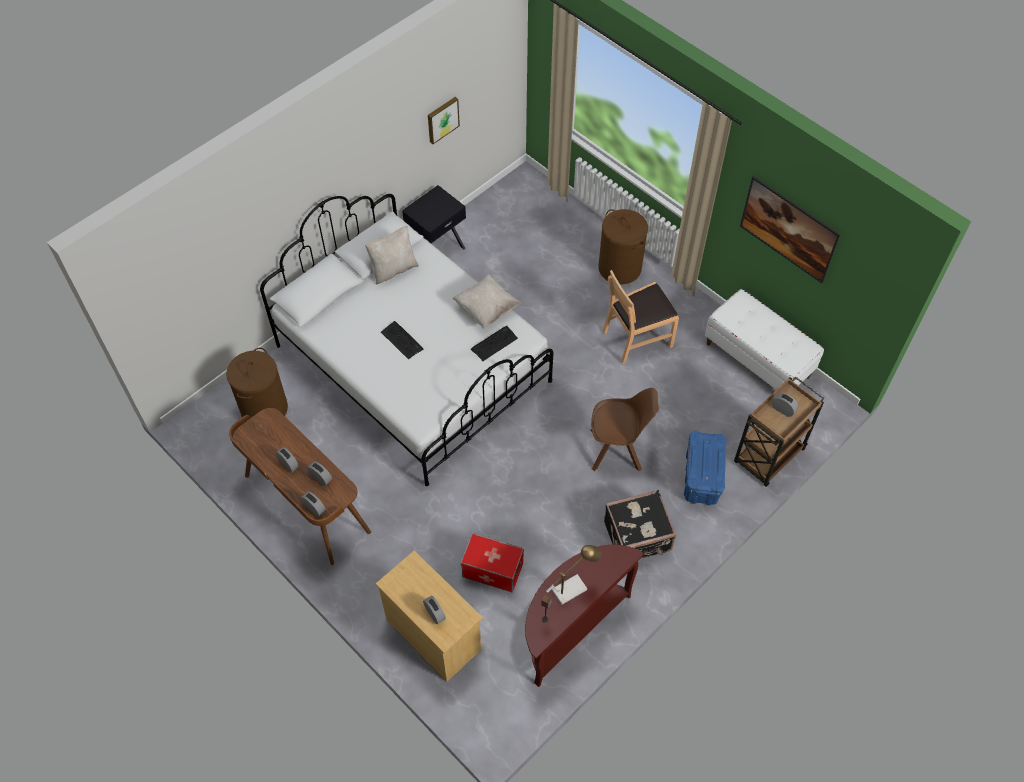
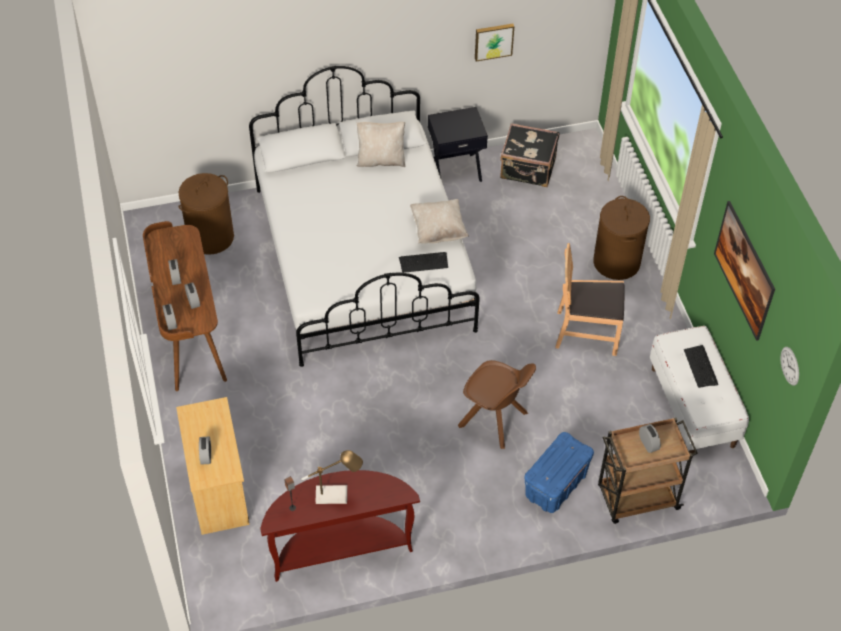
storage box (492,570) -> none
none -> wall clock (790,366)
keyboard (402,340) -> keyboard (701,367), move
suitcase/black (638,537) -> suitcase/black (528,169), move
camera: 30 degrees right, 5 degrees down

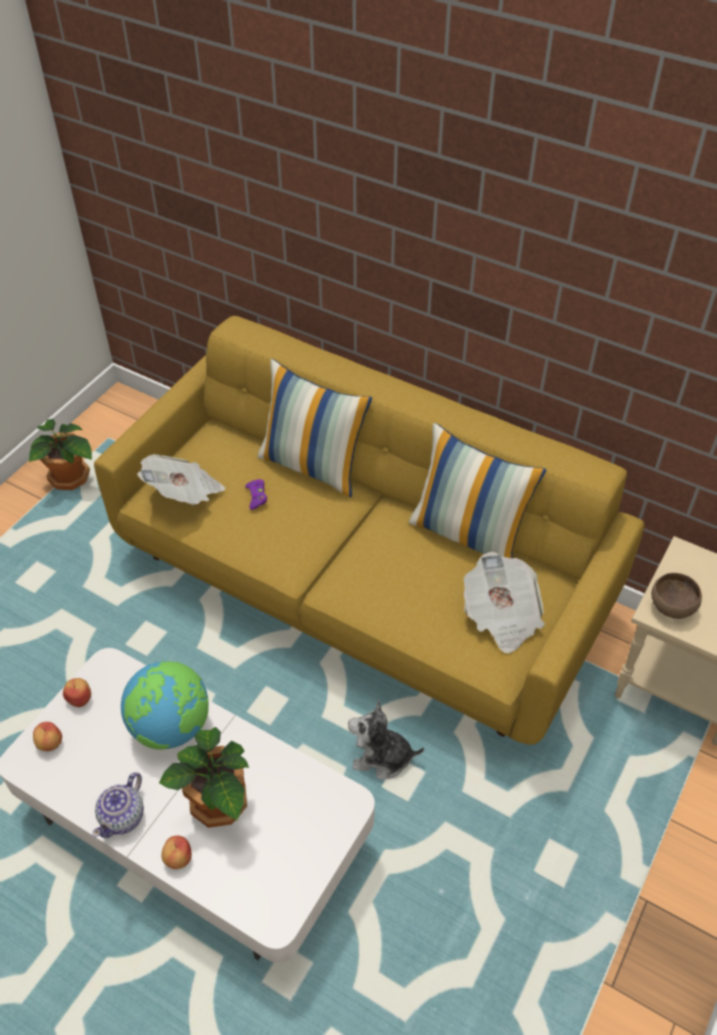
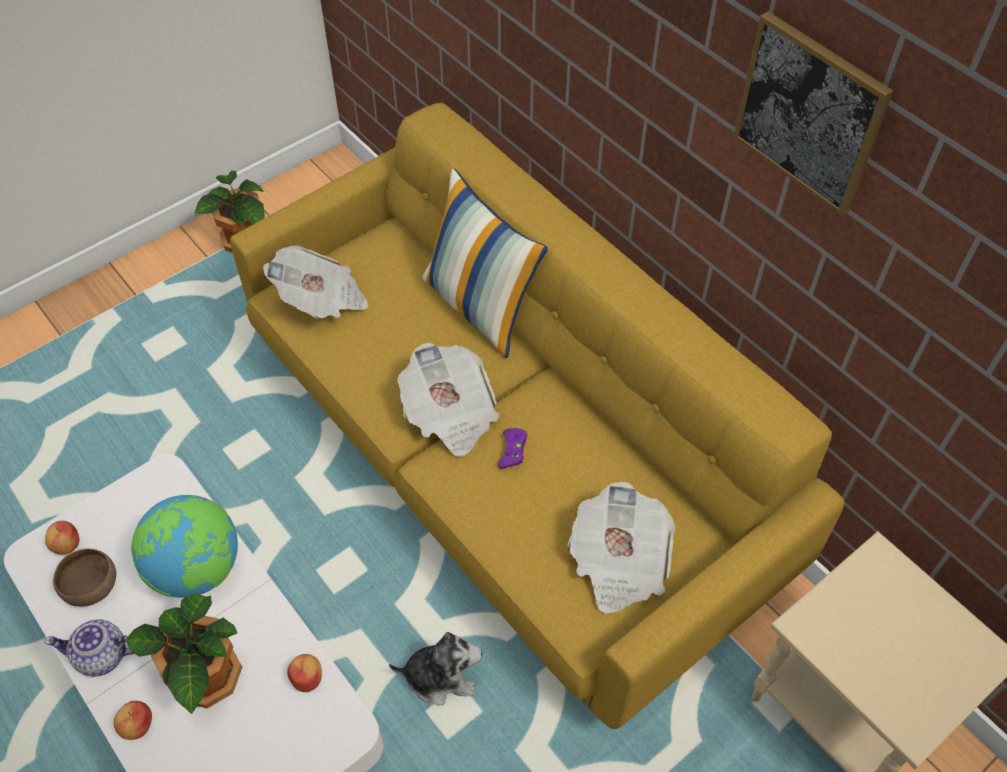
pillow (468,534) -> none
none -> newspaper (450,414)
none -> picture (809,113)
apple (80,698) -> apple (307,678), move
game controller/purple (257,496) -> game controller/purple (513,451), move
bowl/brown (671,605) -> bowl/brown (92,586), move
teapot (123,816) -> teapot (103,656), 45 degrees clockwise
plush toy (382,757) -> plush toy (441,676), 150 degrees clockwise
camera: 20 degrees right, 5 degrees up

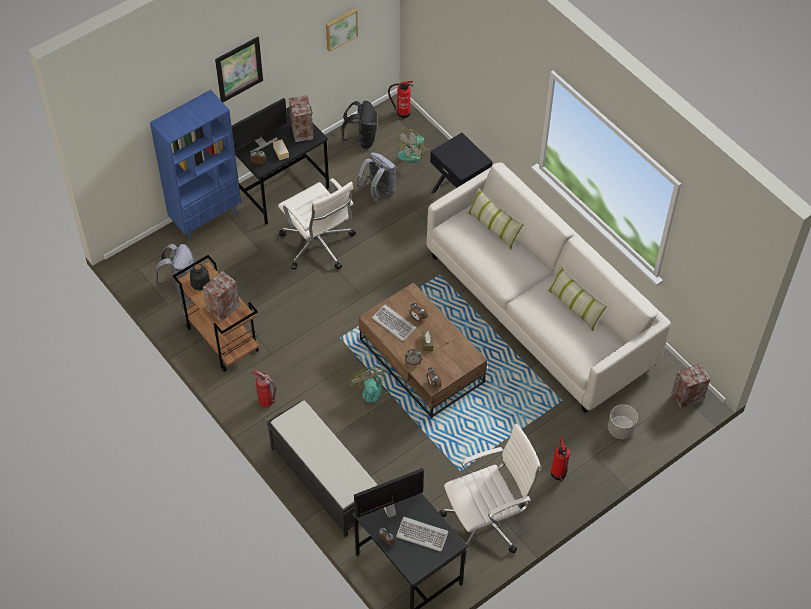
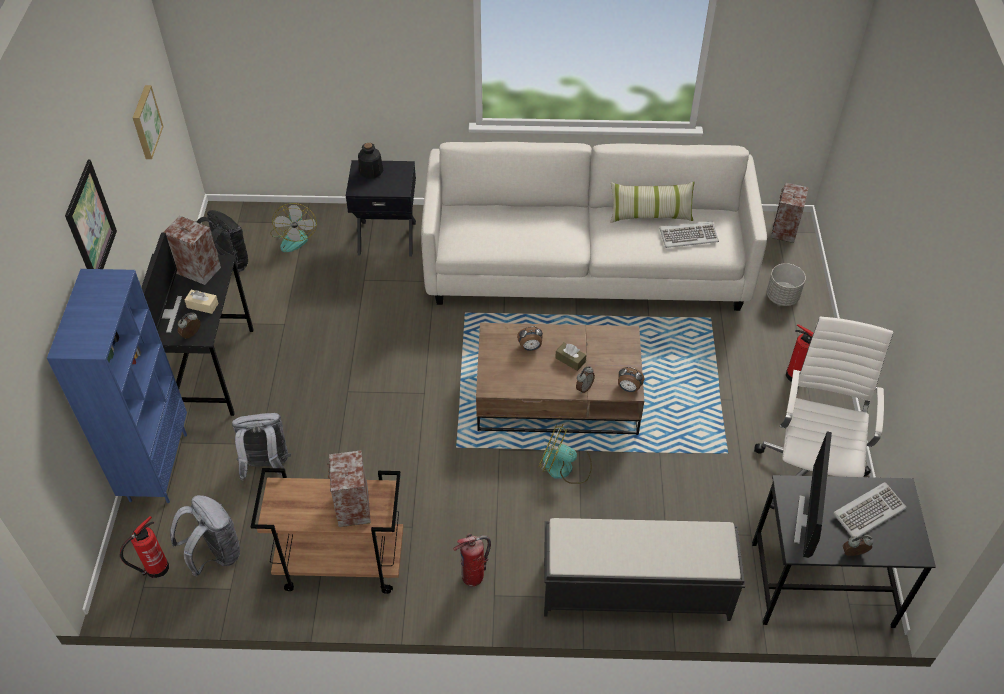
office chair/white (318,246) -> none
pillow (493,227) -> none
bottle (200,283) -> bottle (371,171), move
backpack/grey (378,192) -> backpack/grey (266,466), move
keyboard (394,323) -> keyboard (688,236), move
fire extinguisher (402,113) -> fire extinguisher (155,569), move
camera: 50 degrees left, 5 degrees down

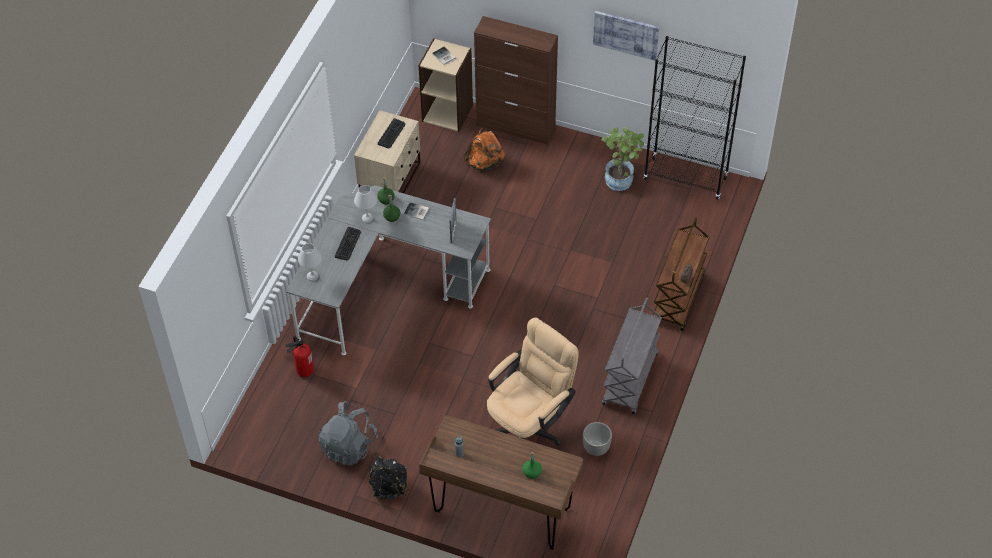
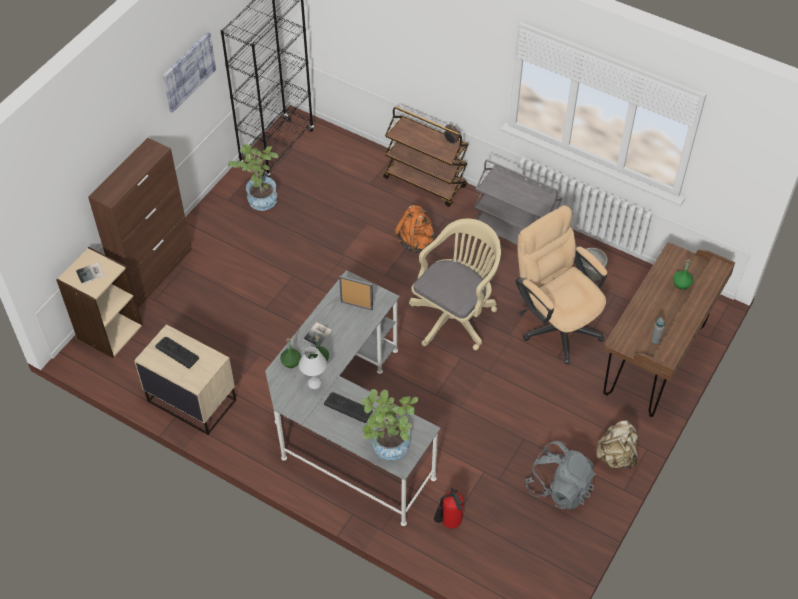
none -> office chair/beige (455,315)
backpack/orange (485,163) -> backpack/orange (415,241), move
table lamp/white (312,276) -> potted plant (388,449)
backpack/black (388,487) -> backpack/beige (616,456)
camera: 80 degrees left, 0 degrees up

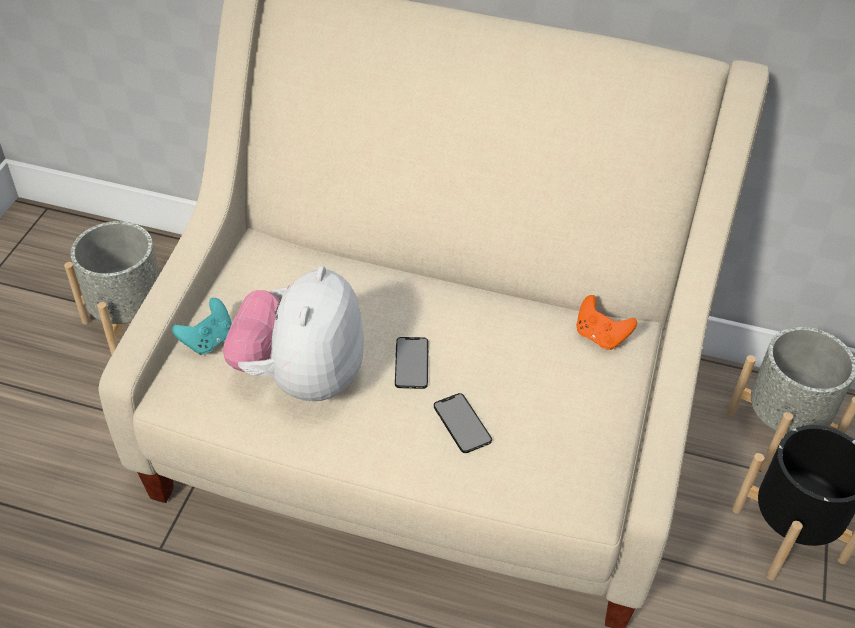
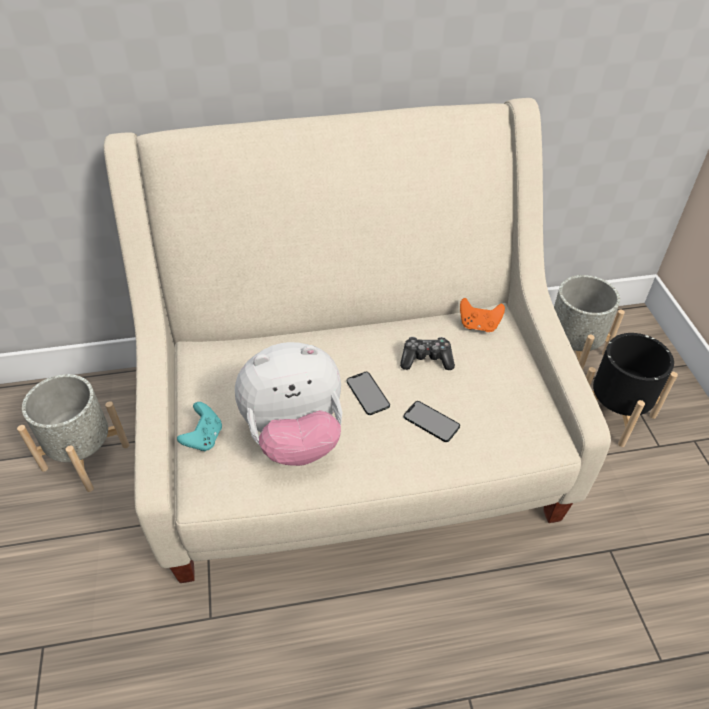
none -> game controller (426,359)
plush toy (301,377) -> plush toy (295,436), 90 degrees counterclockwise
camera: 25 degrees left, 0 degrees up

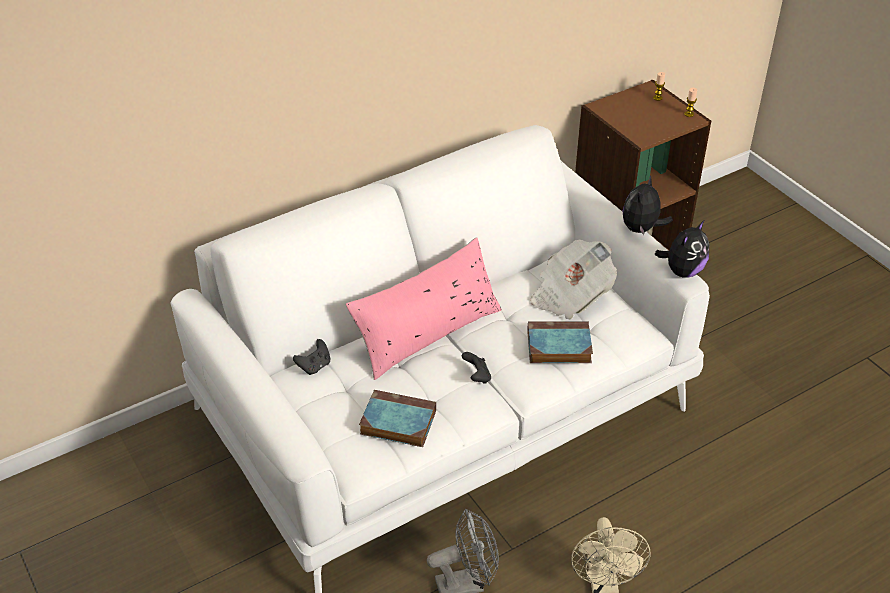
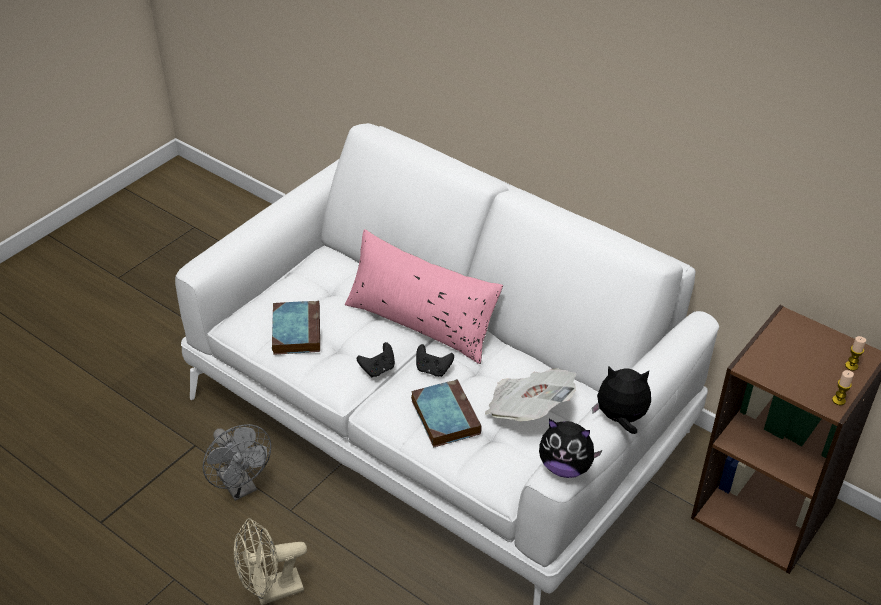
game controller/black (314,366) -> game controller/black (433,370), move
camera: 70 degrees right, 0 degrees up

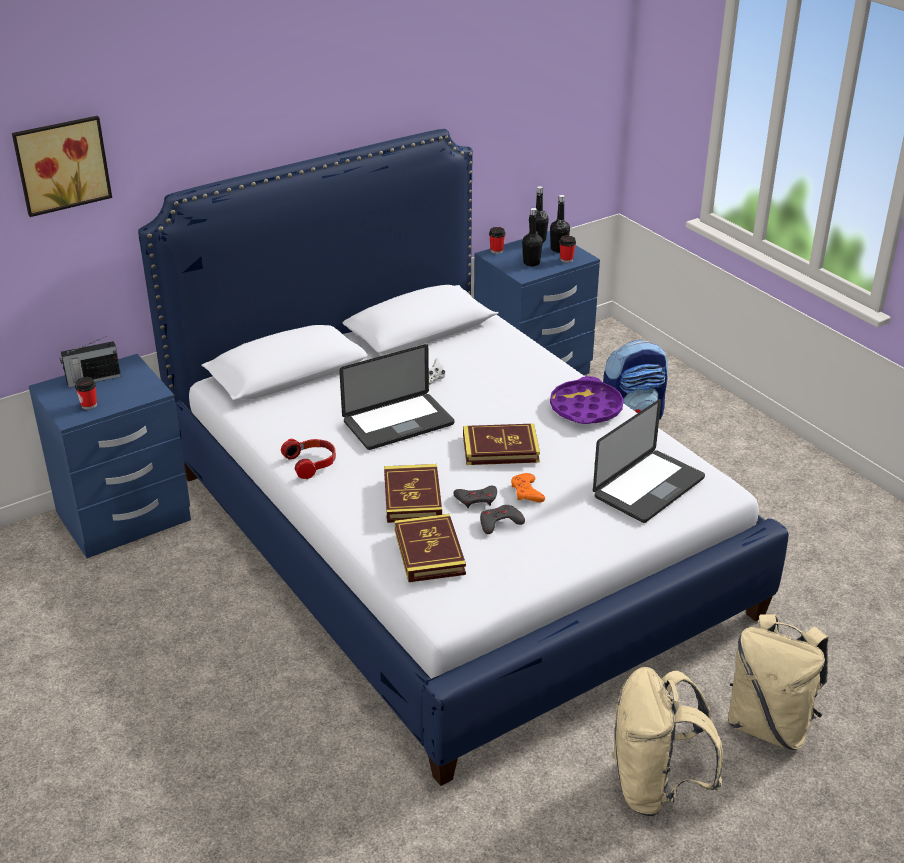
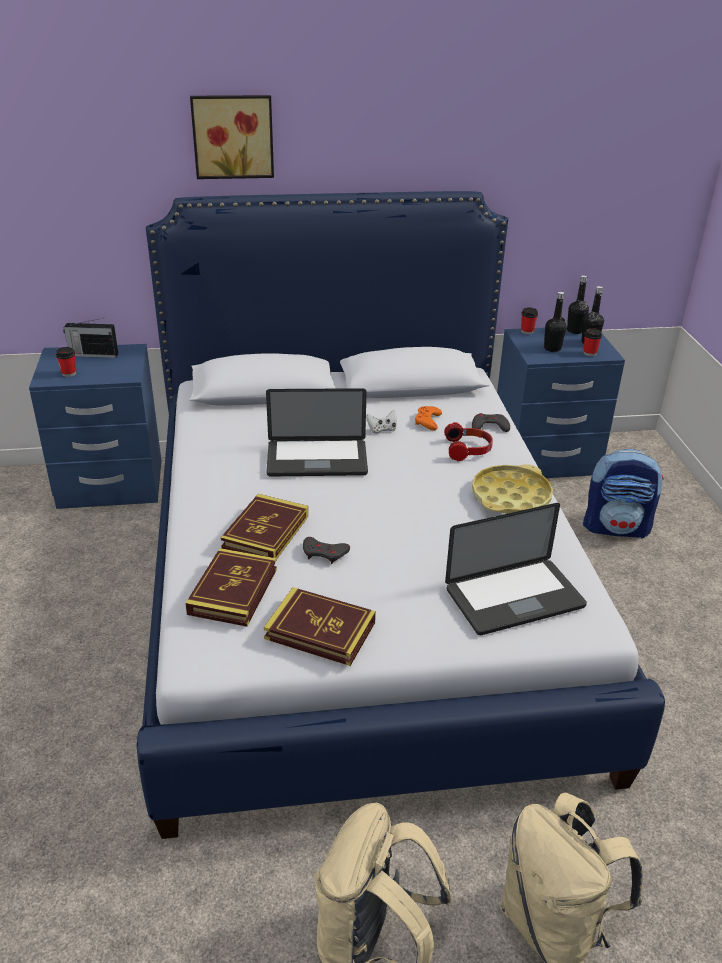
picture (61,164) -> picture (233,136), move
headphones (312,463) -> headphones (468,449), move
book (500,449) -> book (320,630), move
game controller/grey (500,522) -> game controller/grey (489,426), move
game controller/orange (527,492) -> game controller/orange (427,421), move
tray/purple (586,408) -> tray/yellow (511,496)
camera: 25 degrees right, 0 degrees up

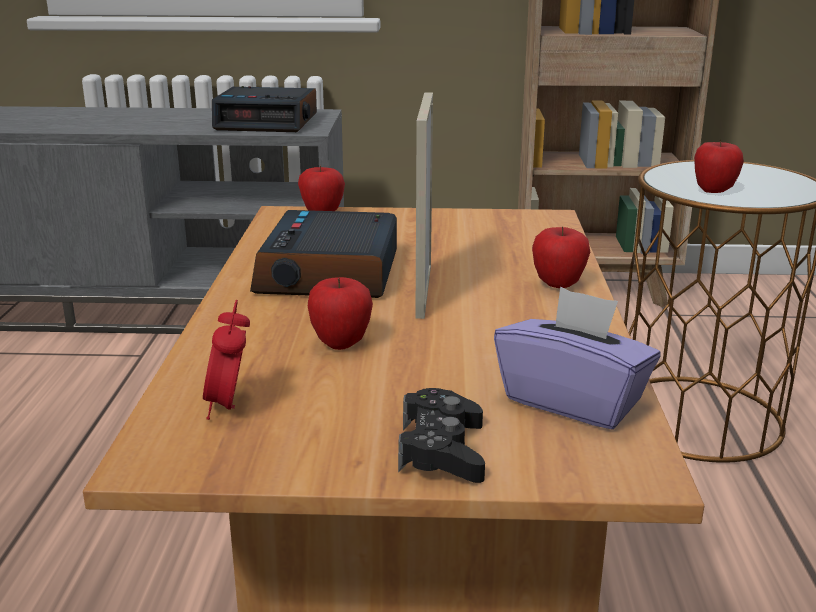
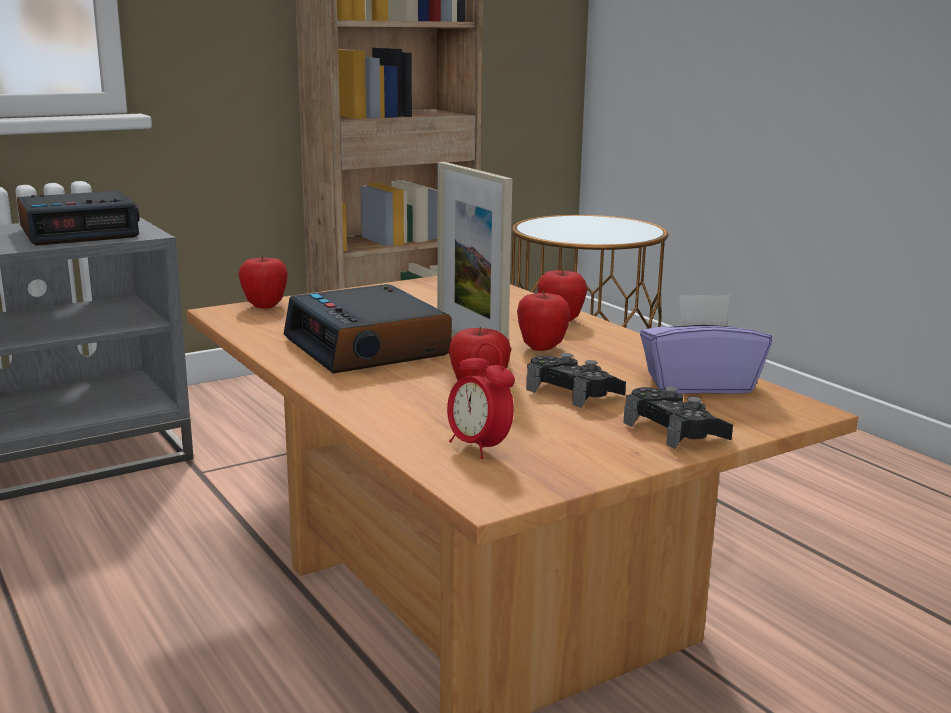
none -> game controller/black (573,392)
apple (714,191) -> apple (542,348), move
camera: 35 degrees left, 5 degrees down

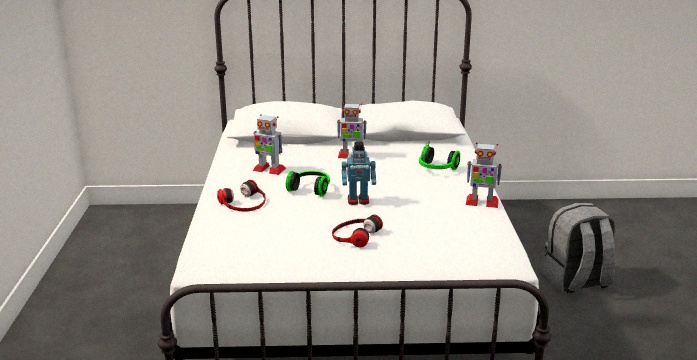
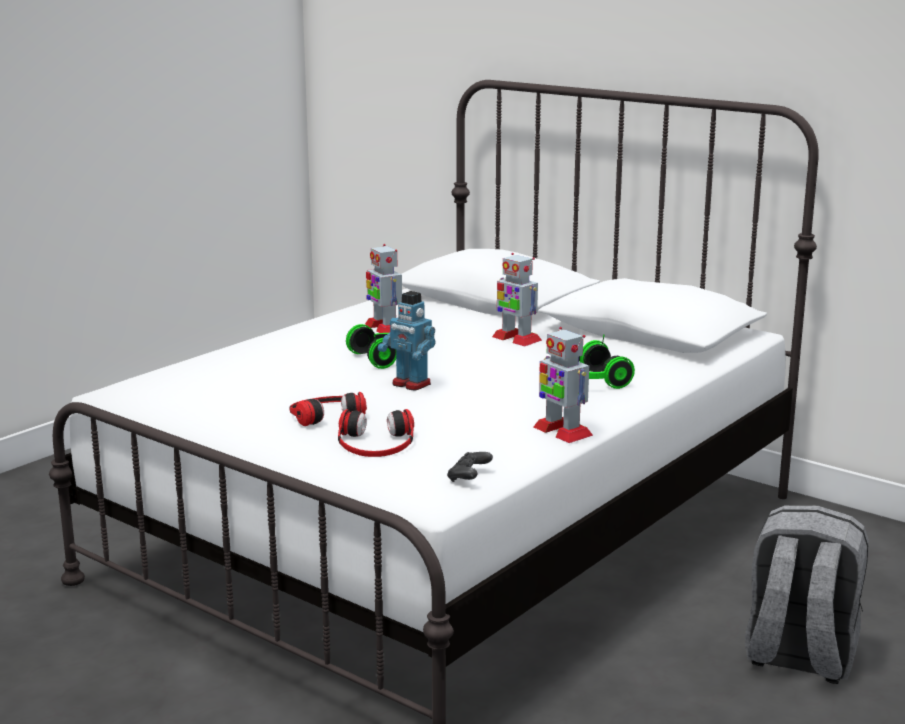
none -> game controller/black (469,477)
headphones (244,203) -> headphones (375,443), move
camera: 40 degrees right, 5 degrees down

